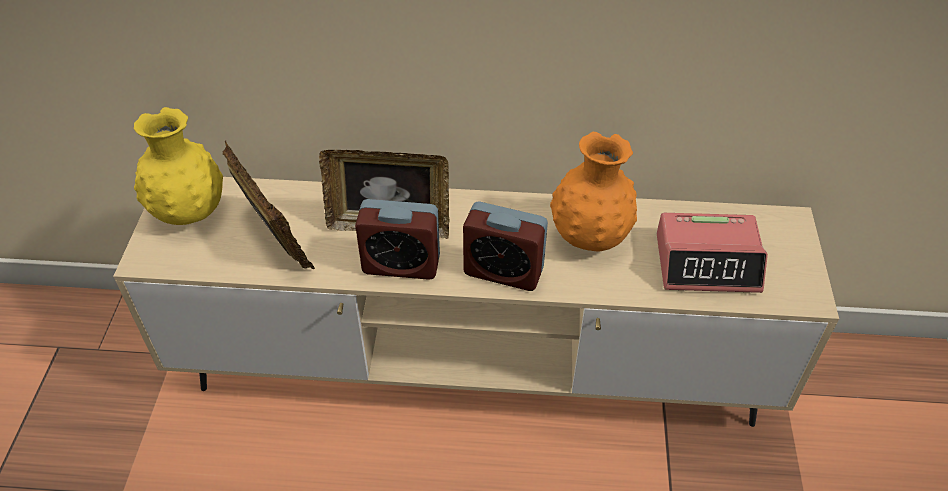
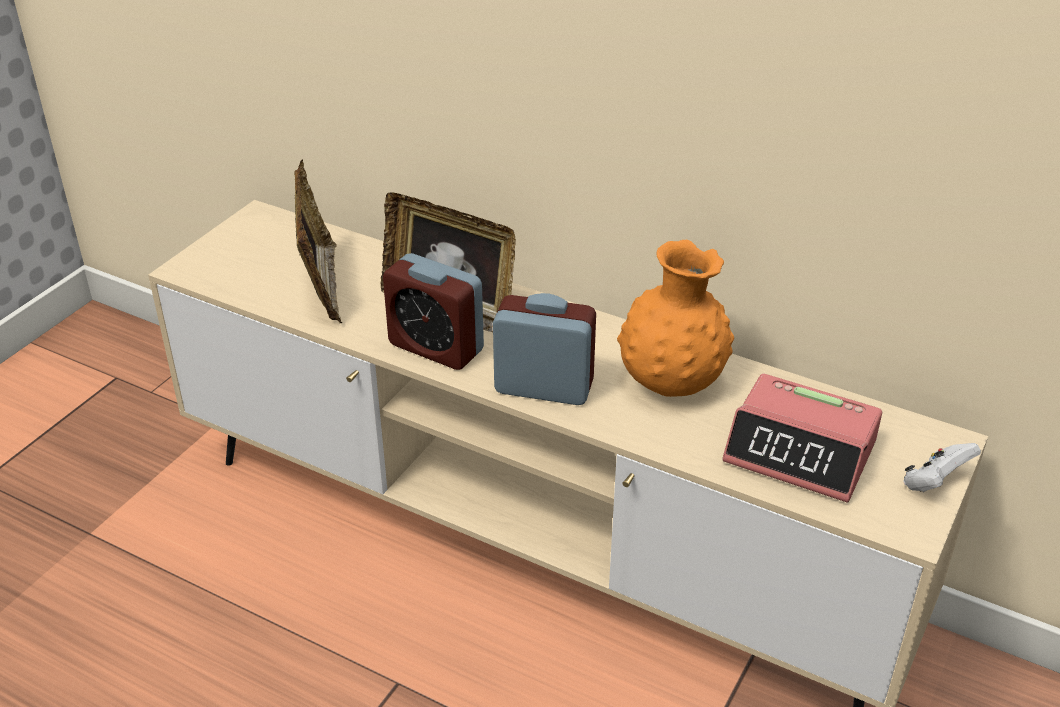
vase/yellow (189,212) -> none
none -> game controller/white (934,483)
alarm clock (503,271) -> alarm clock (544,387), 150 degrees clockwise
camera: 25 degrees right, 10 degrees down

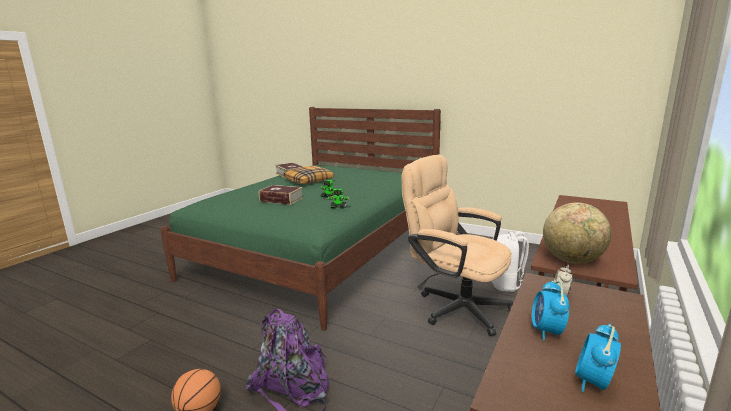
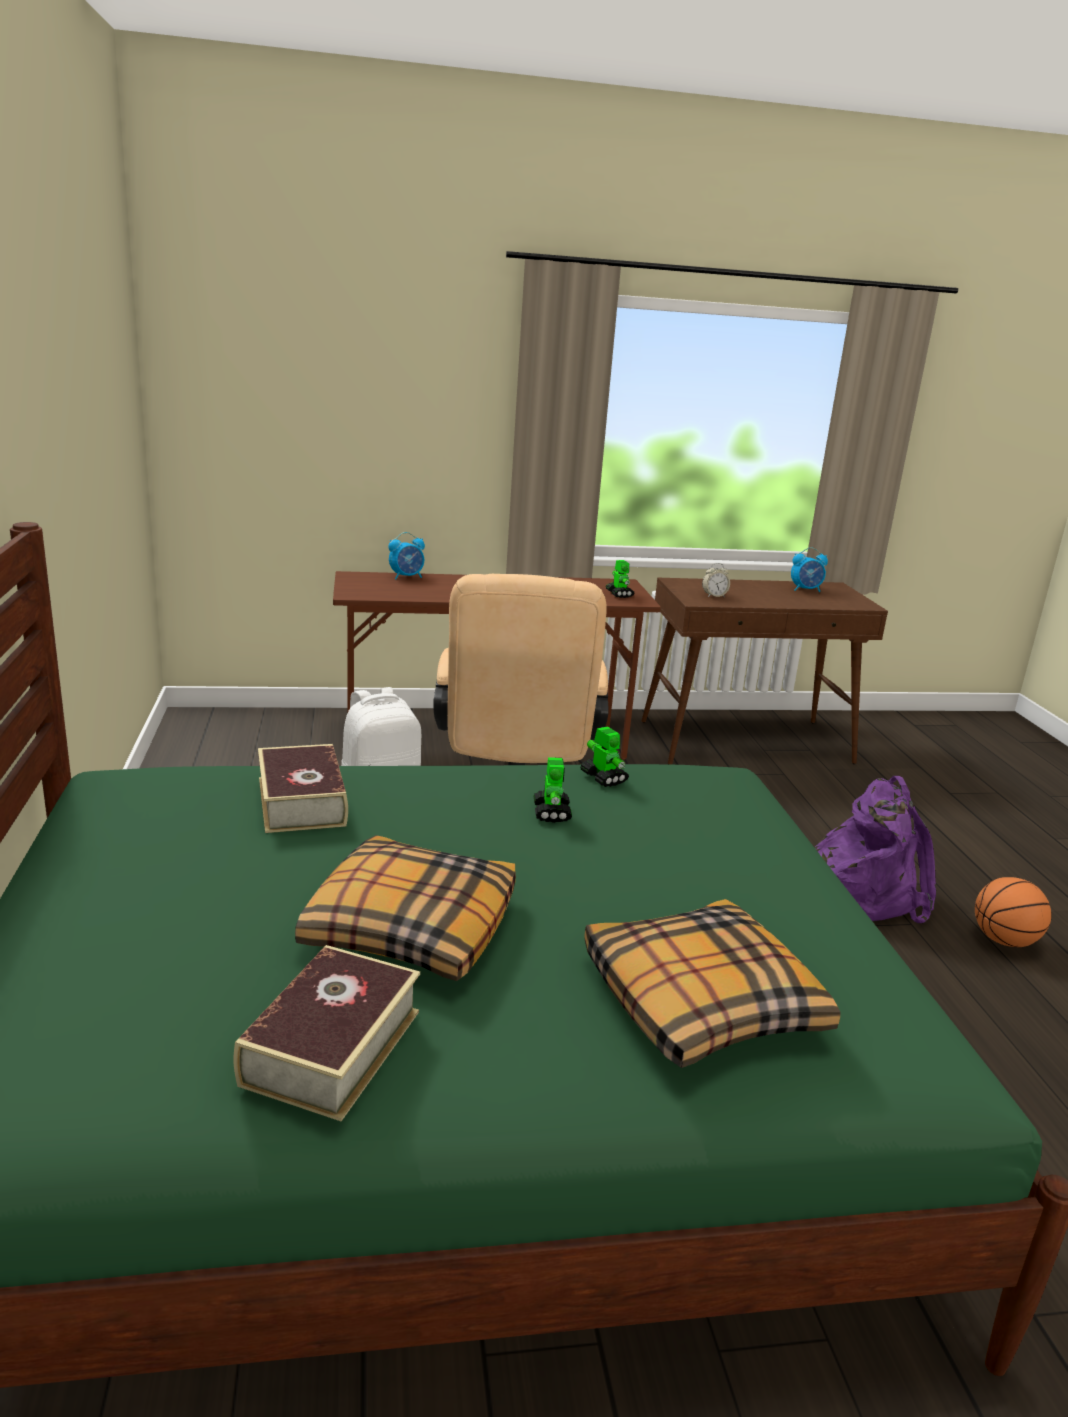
none -> pillow (699,1001)
book (281,199) -> book (302,802), move
alarm clock (547,331) -> alarm clock (407,577), move
globe (572,260) -> toy robot (619,594)
camera: 130 degrees left, 5 degrees up

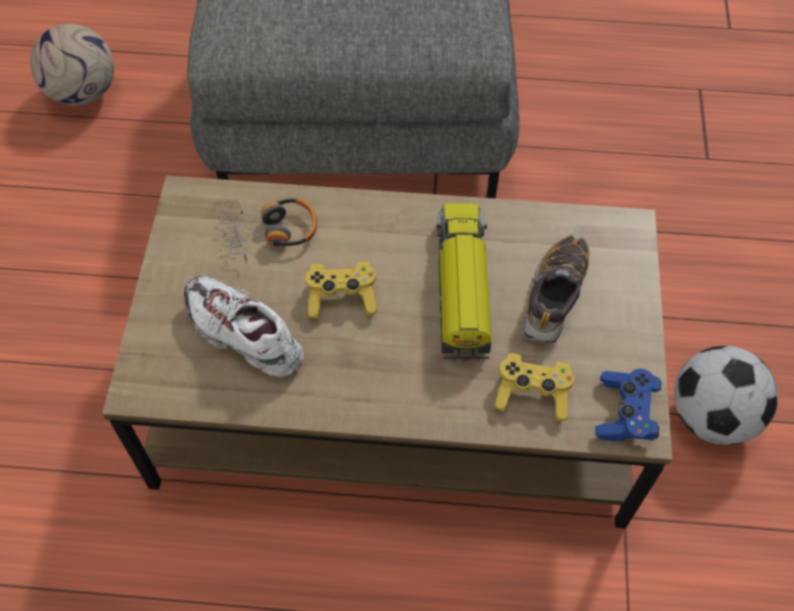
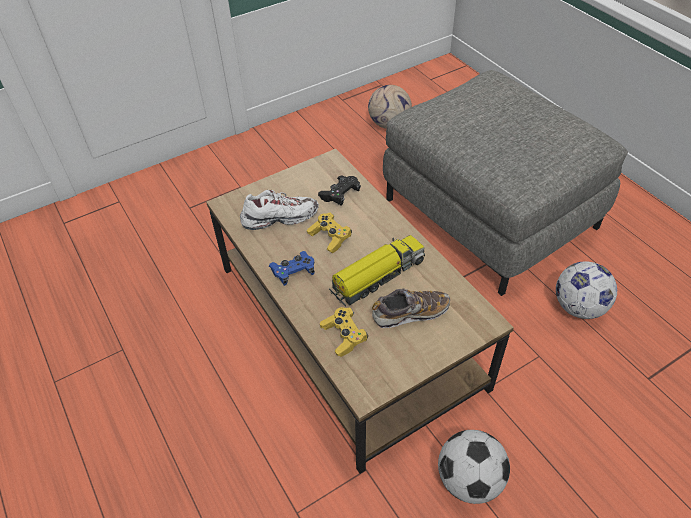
none -> football (579,307)
game controller/blue (625,413) -> game controller/blue (293,272), move
headphones (270,232) -> game controller/black (340,195)
shoe/white (243,335) -> shoe/white (279,219), 75 degrees clockwise
camera: 55 degrees right, 10 degrees down

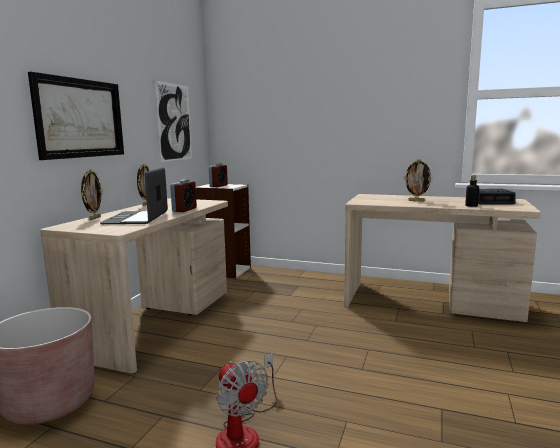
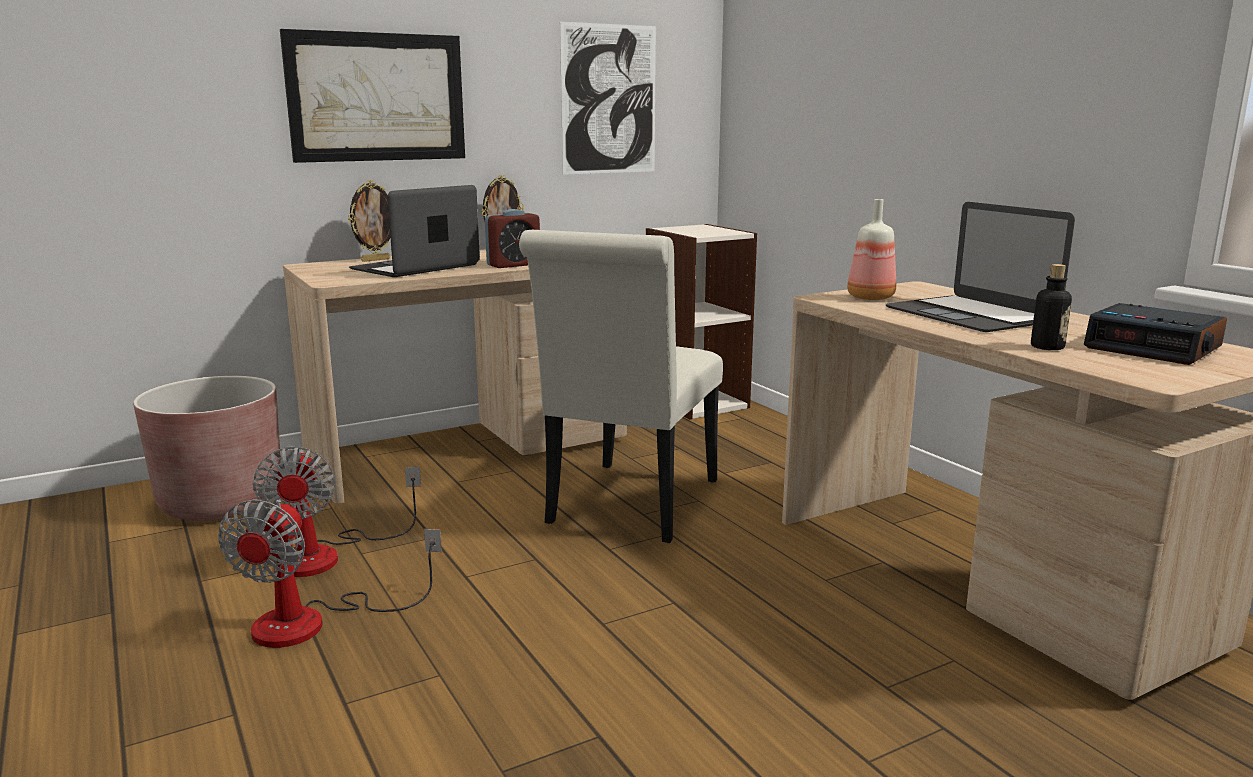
alarm clock (218,186) -> none
none -> fan (328,554)
none -> chair/white (629,507)
none -> bottle (869,297)
picture frame (416,201) -> laptop (970,314)
camera: 40 degrees right, 5 degrees up

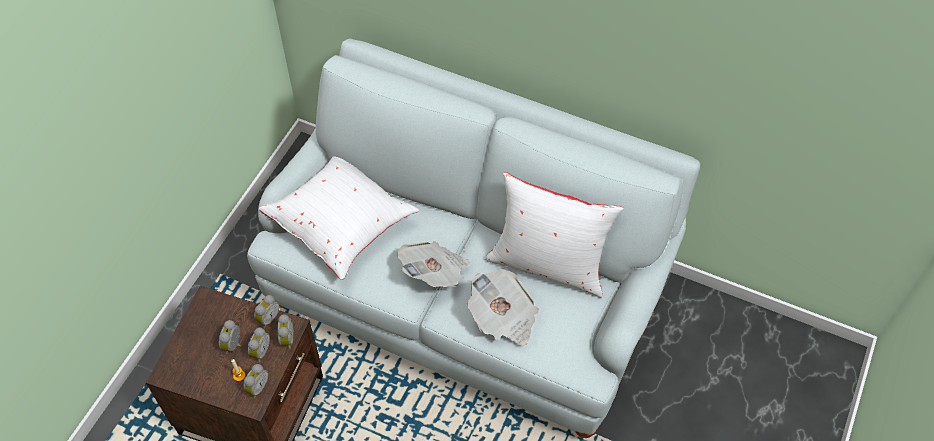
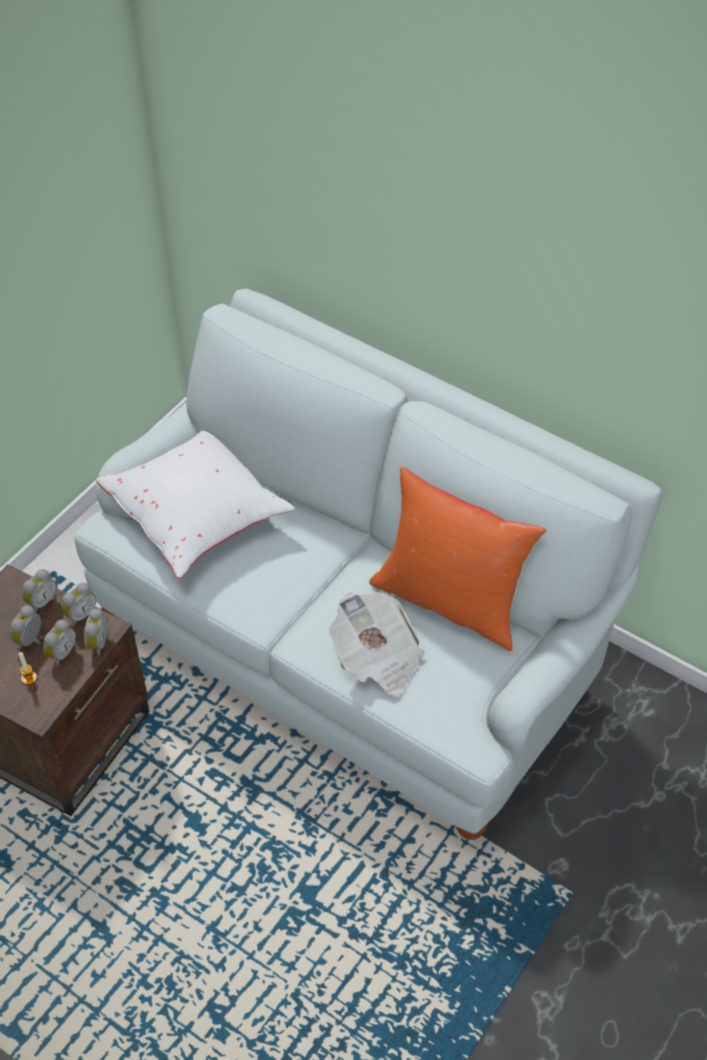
newspaper (435,273) -> none
alarm clock (257,387) -> alarm clock (41,602), move
pillow/white (548,264) -> pillow/orange (450,600)
camera: 10 degrees right, 5 degrees down

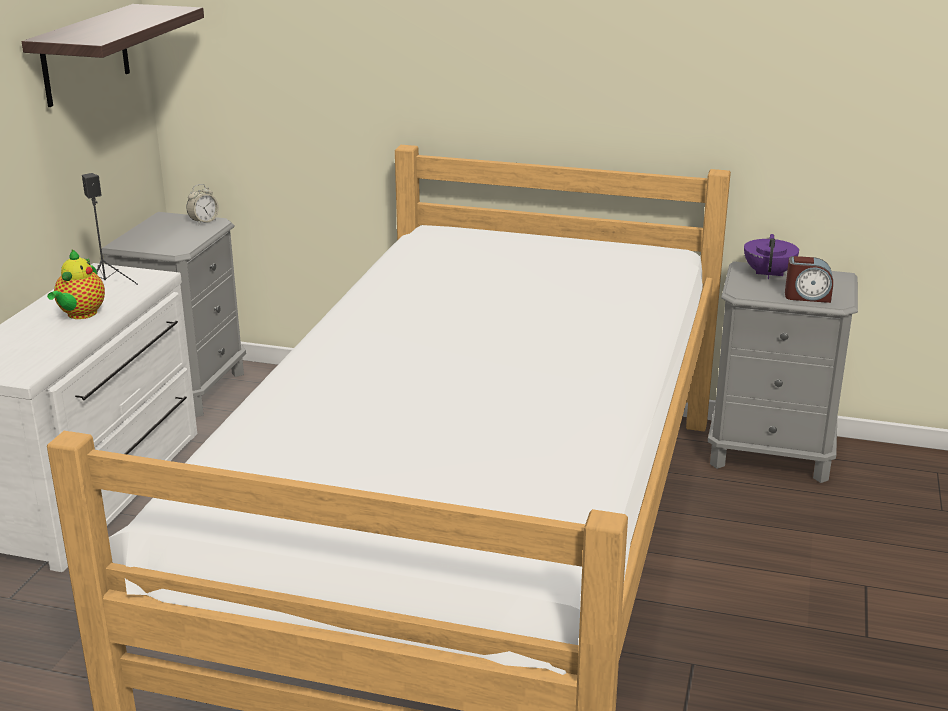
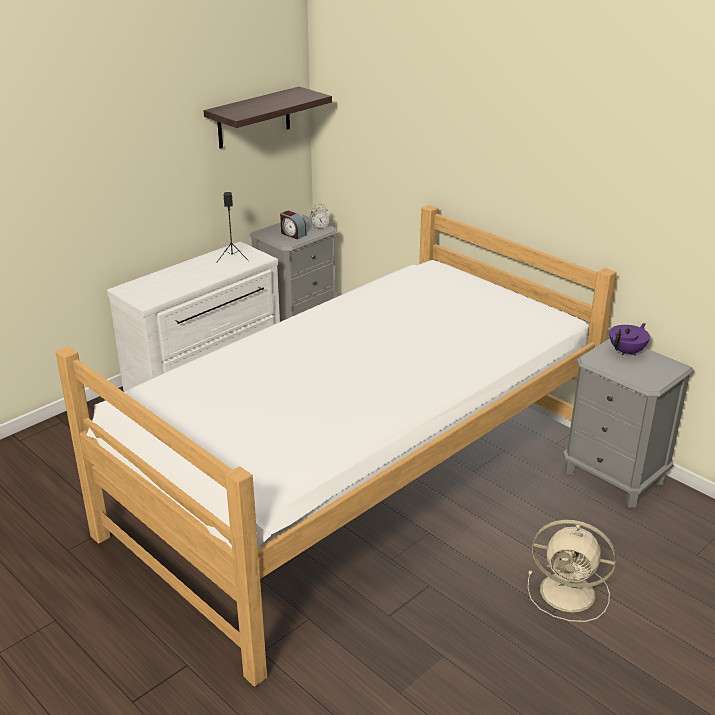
teapot (80,314) -> none
none -> fan/beige (570,593)
alarm clock (807,296) -> alarm clock (292,234), move
camera: 30 degrees right, 5 degrees up

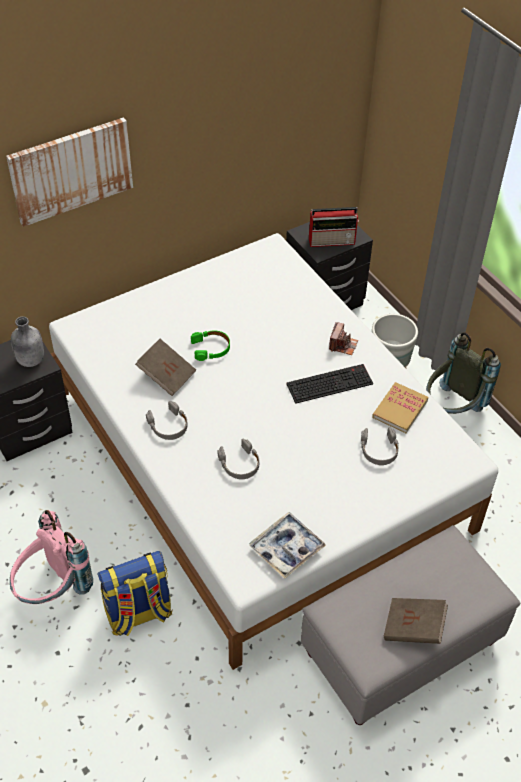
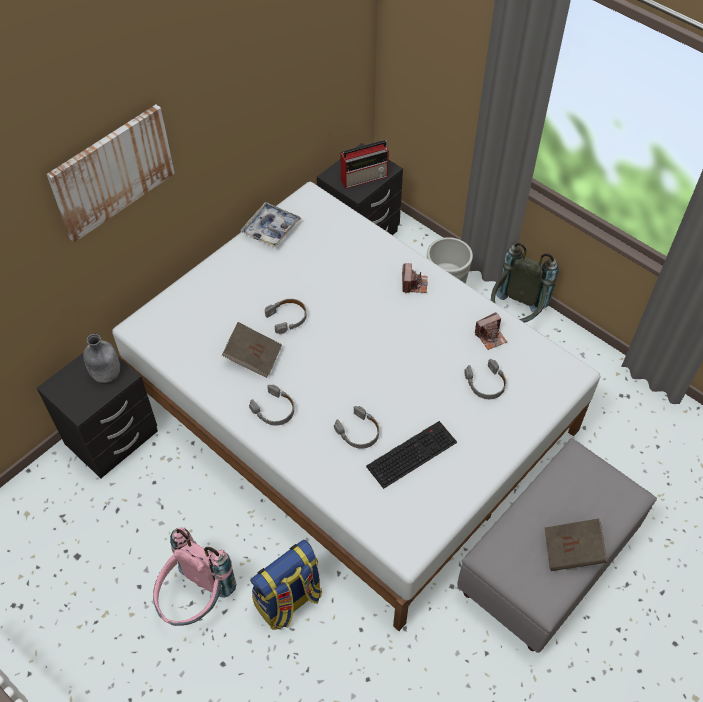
tray (286,548) -> tray (271,228), move
keyboard (330,383) -> keyboard (412,453), move
book (400,409) -> photo camera (490,337)
headphones/green (211,348) -> headphones/grey (287,318)
camera: 15 degrees left, 5 degrees up

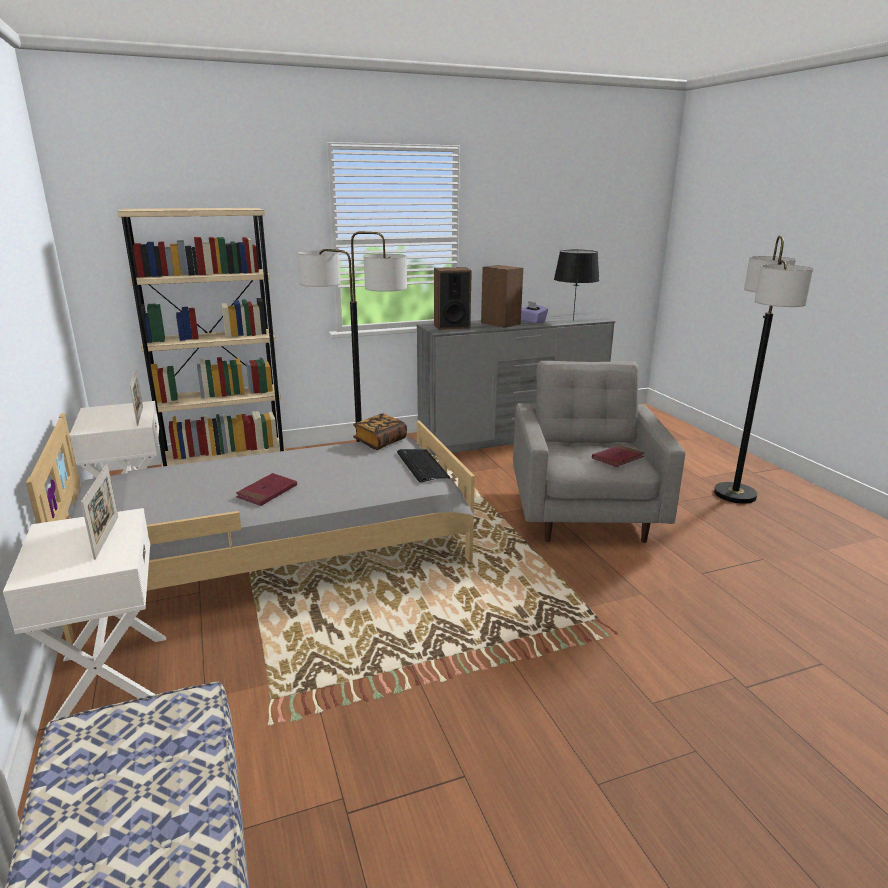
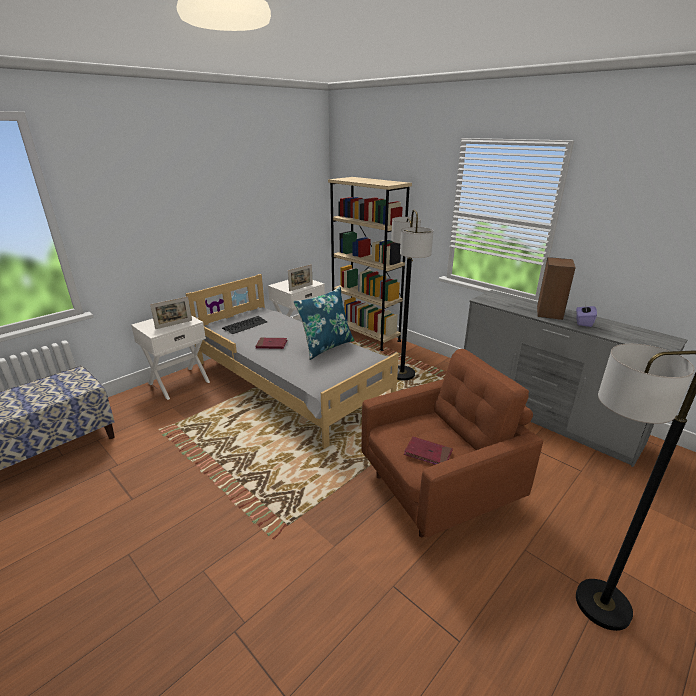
book (380,441) -> none
speaker (451,326) -> none
table lamp/black (573,320) -> none
none -> pillow/blue (326,346)
keyboard (422,466) -> keyboard (245,325), move
armchair/grey (585,514) -> armchair/brown (439,489)
camera: 65 degrees right, 5 degrees up

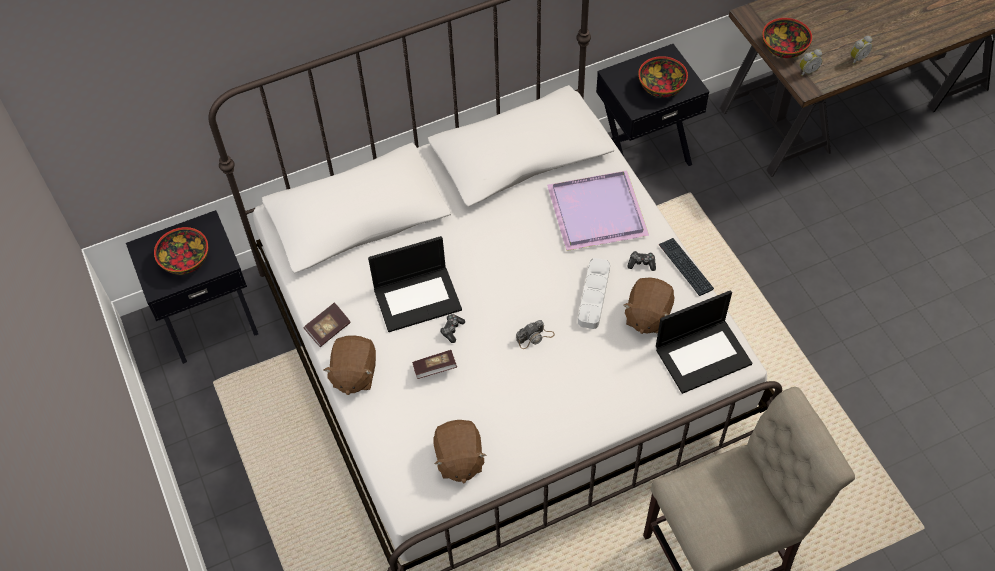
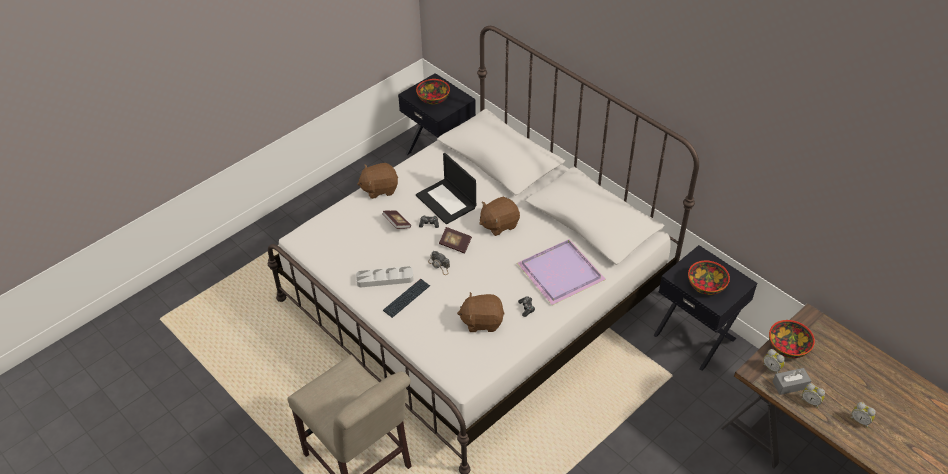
laptop (703,355) -> none
none -> tissue box/grey (790,385)
none -> alarm clock (860,420)
book (328,329) -> book (455,244), move
plush toy/brown (459,459) -> plush toy/brown (499,224), move
tray/grey (593,295) -> tray/grey (385,279), move
keyboard (685,267) -> keyboard (407,298), move
camera: 70 degrees right, 10 degrees down

